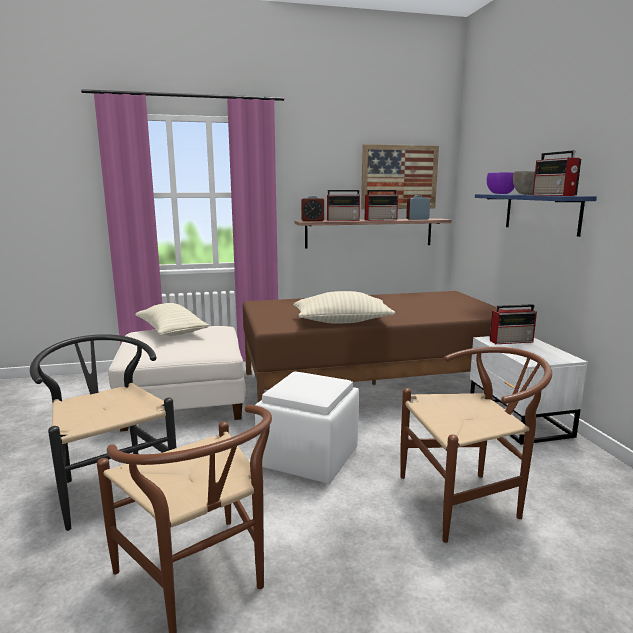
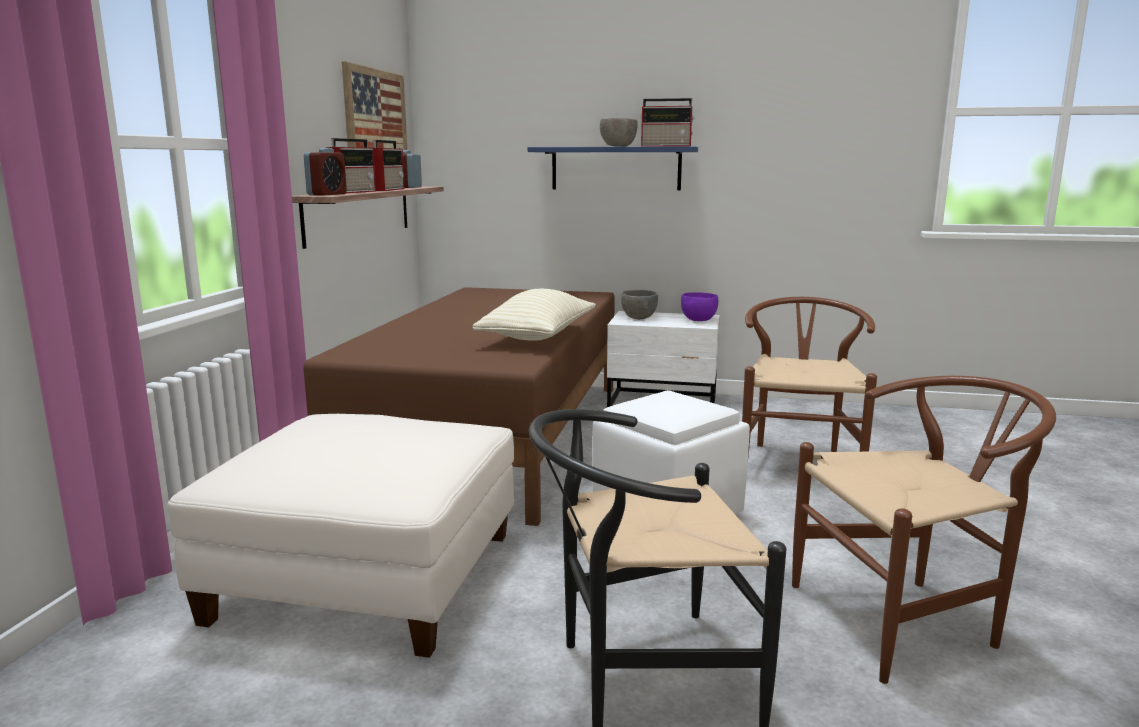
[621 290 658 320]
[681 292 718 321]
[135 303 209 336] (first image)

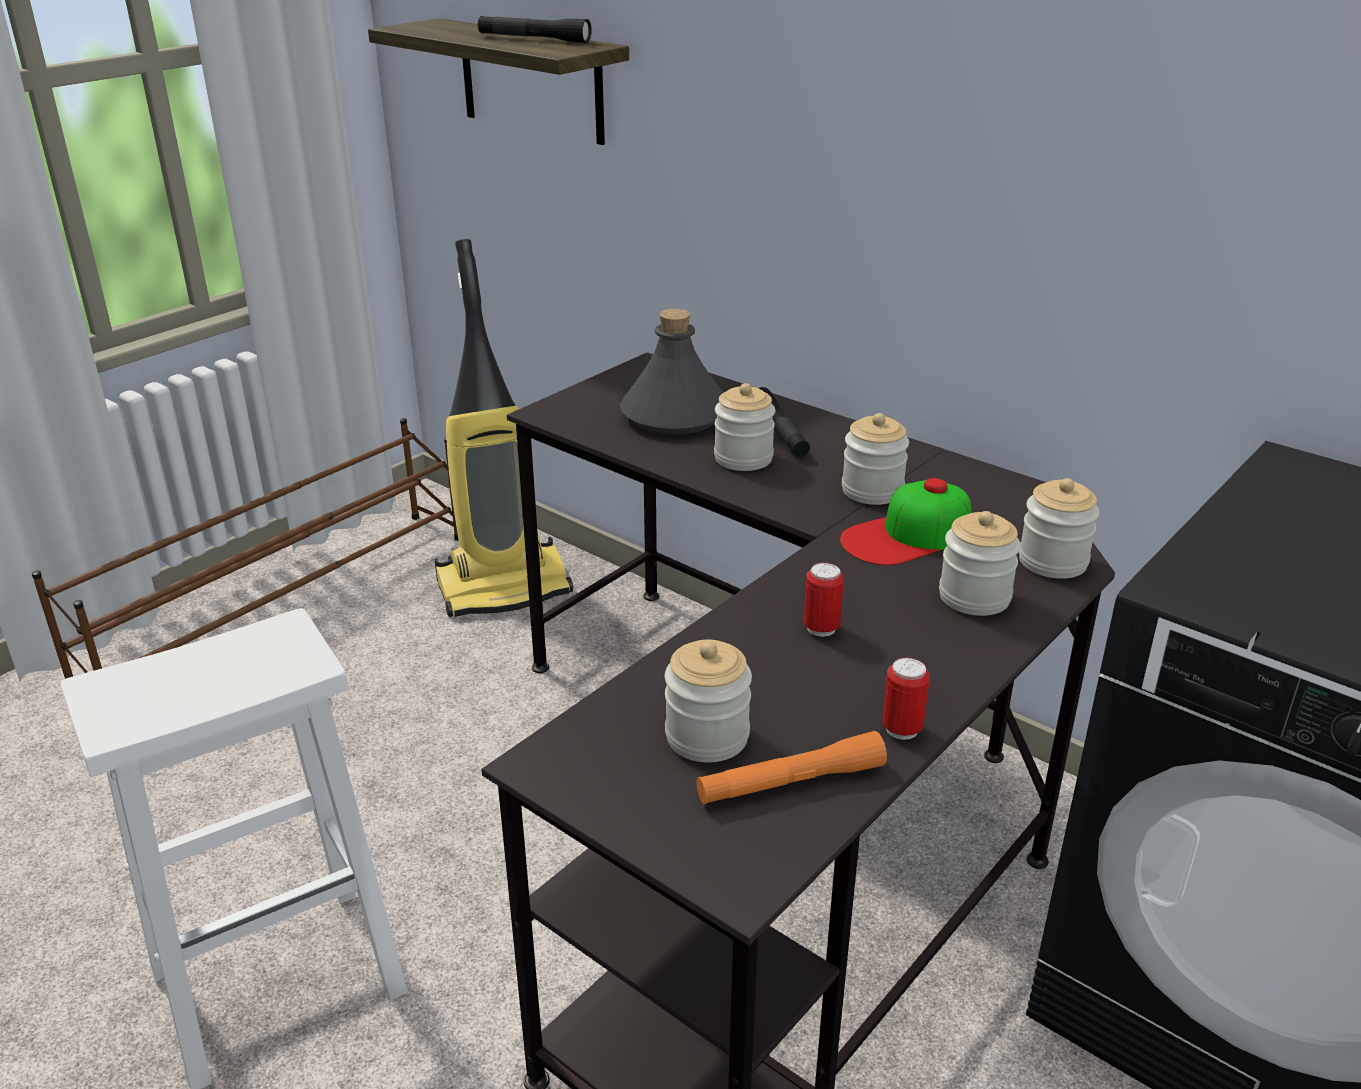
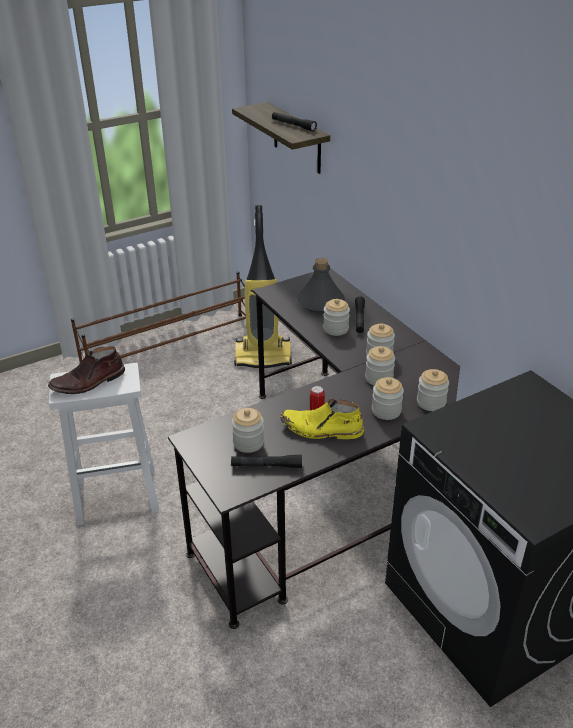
[48 346 125 394]
[231 455 302 468]
[281 398 364 439]
[365 346 395 385]
[882 657 930 740] (first image)

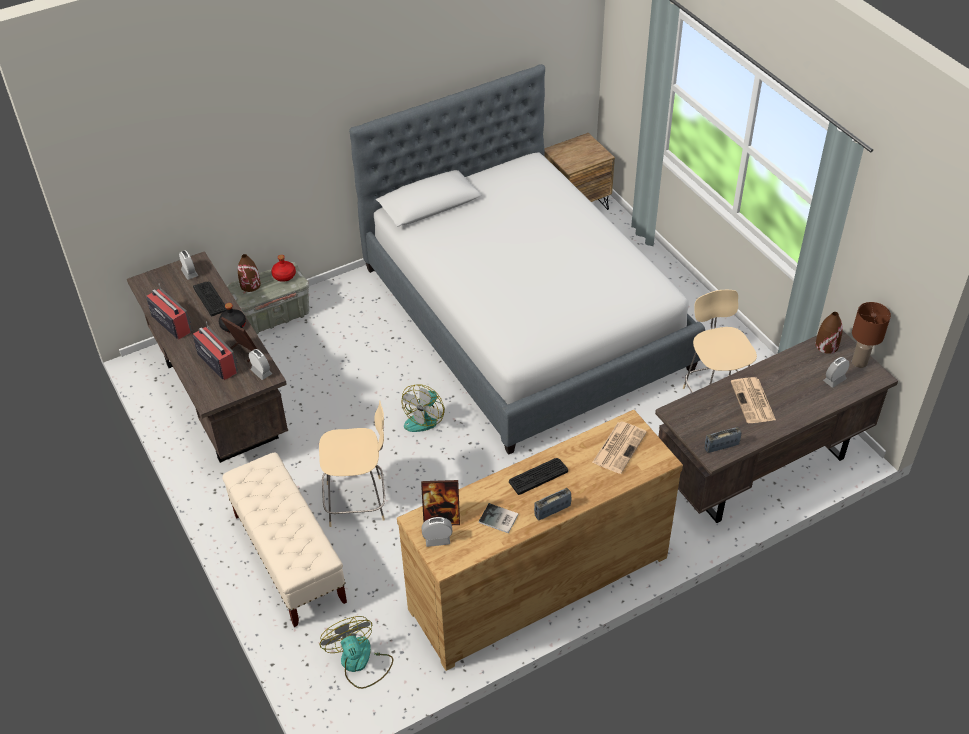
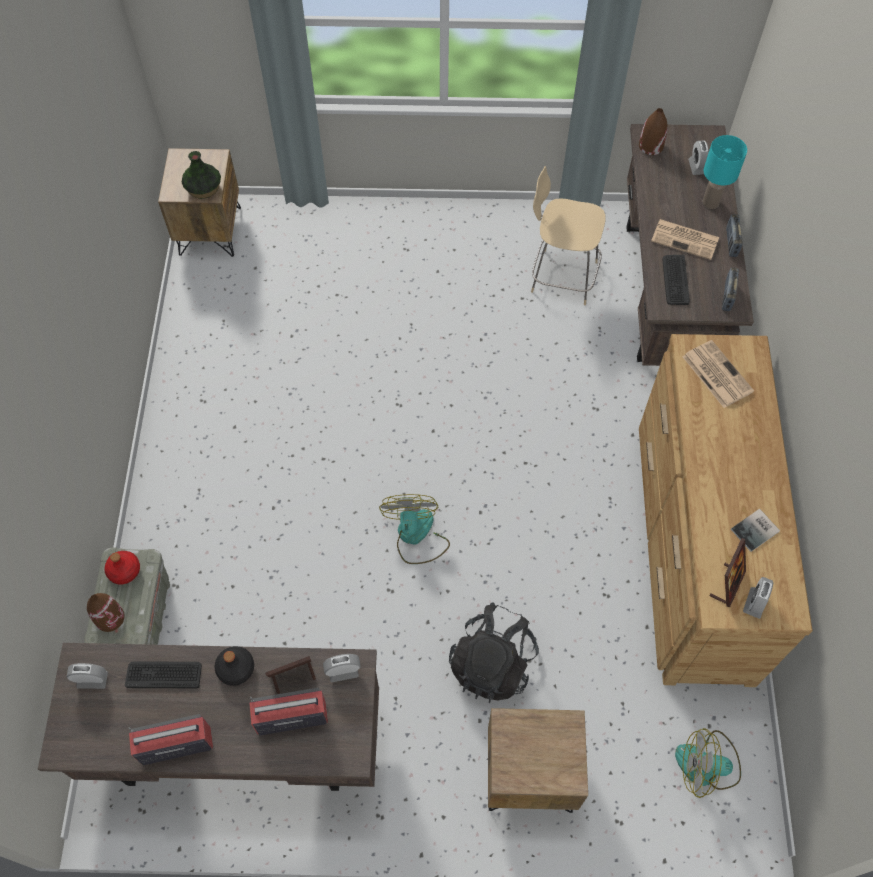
[181 151 221 199]
[379 494 450 564]
[449 602 539 703]
[488 708 588 813]
[662 255 690 305]
[703 135 747 209]
[726 214 743 257]
[349 64 705 455] (first image)
[852 302 891 368] (first image)

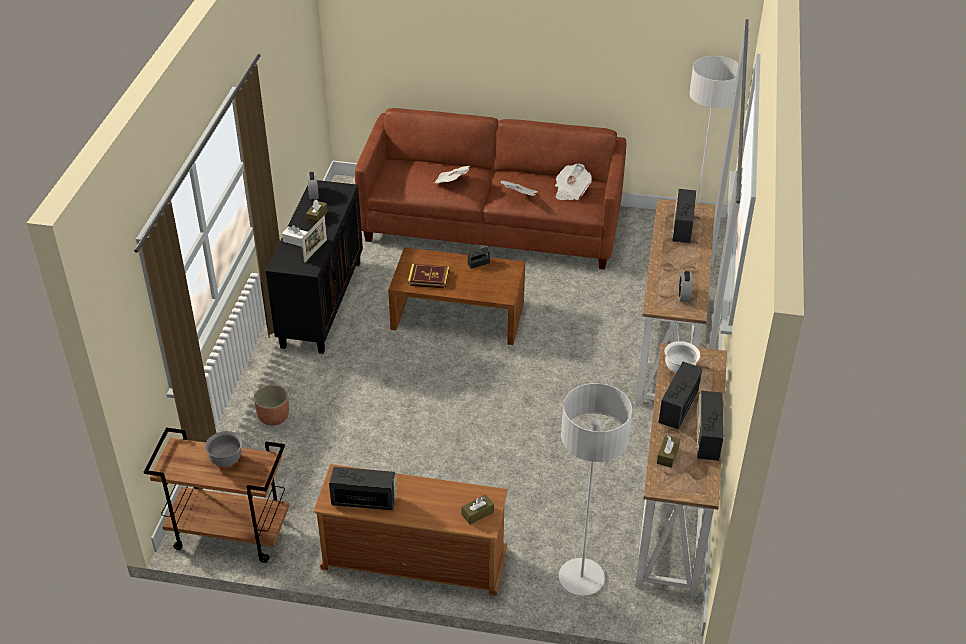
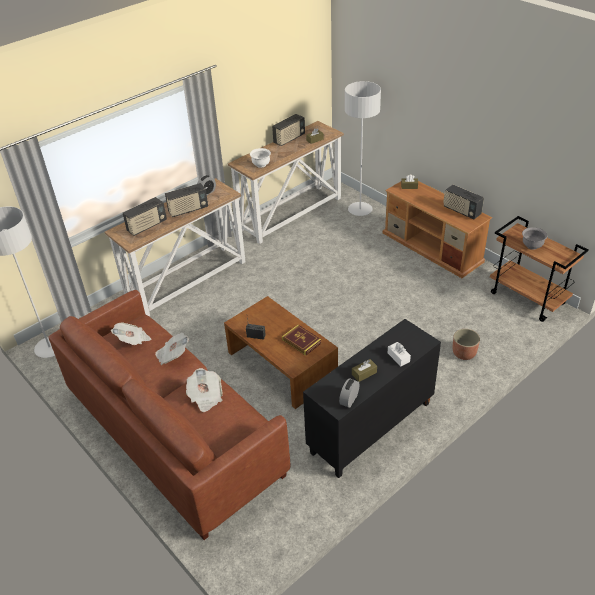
[165 183 208 217]
[301 216 327 263] (first image)

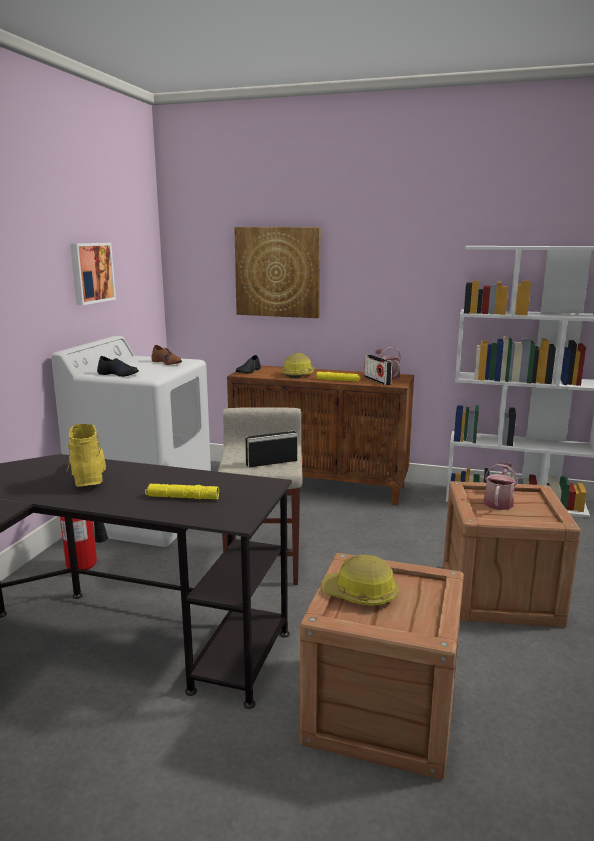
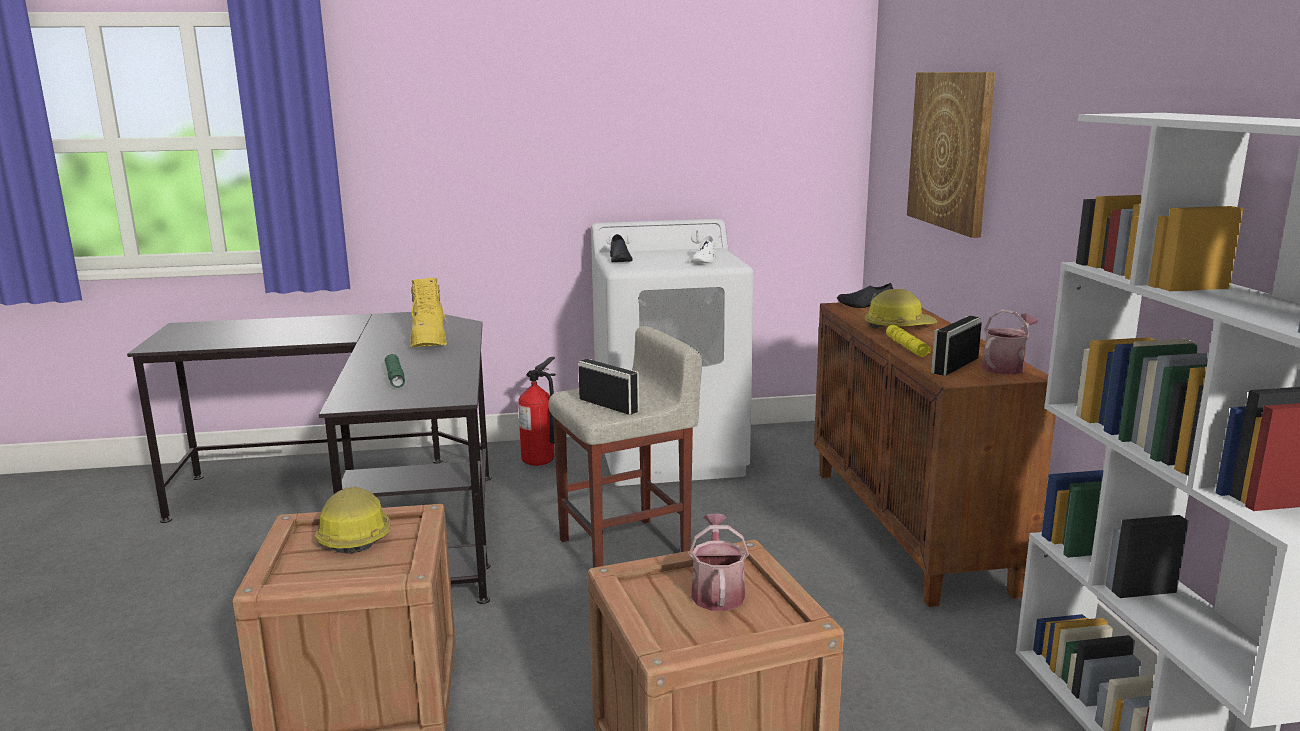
[385 354 405 388]
[410 277 448 348]
[689 513 749 611]
[691 235 716 263]
[70 243 116 305] (first image)

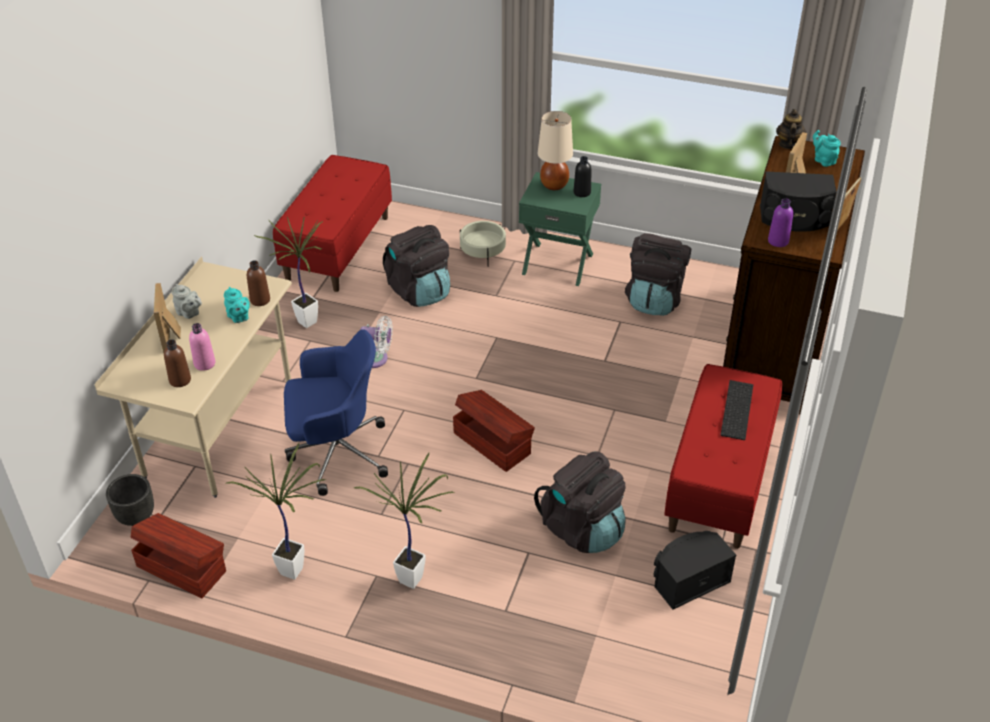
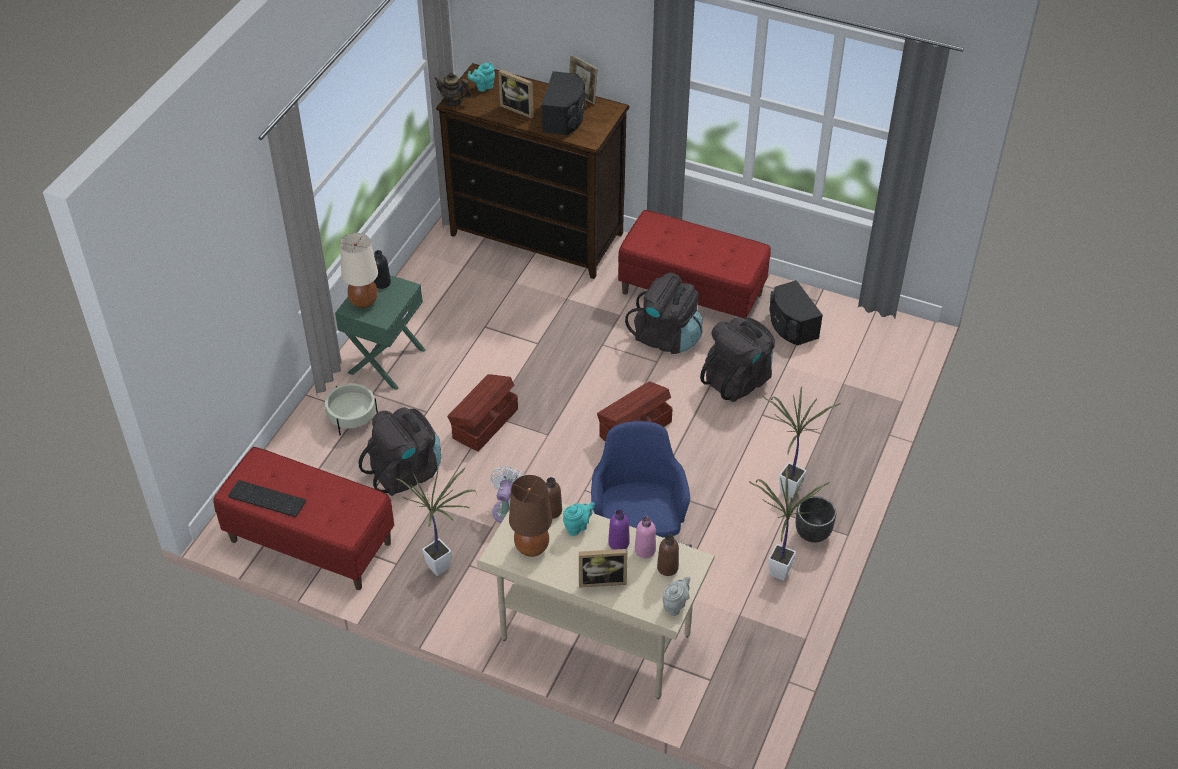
[228 480 306 517]
[447 374 518 452]
[509 475 552 557]
[608 509 630 550]
[625 272 703 354]
[663 577 691 616]
[796 496 836 542]

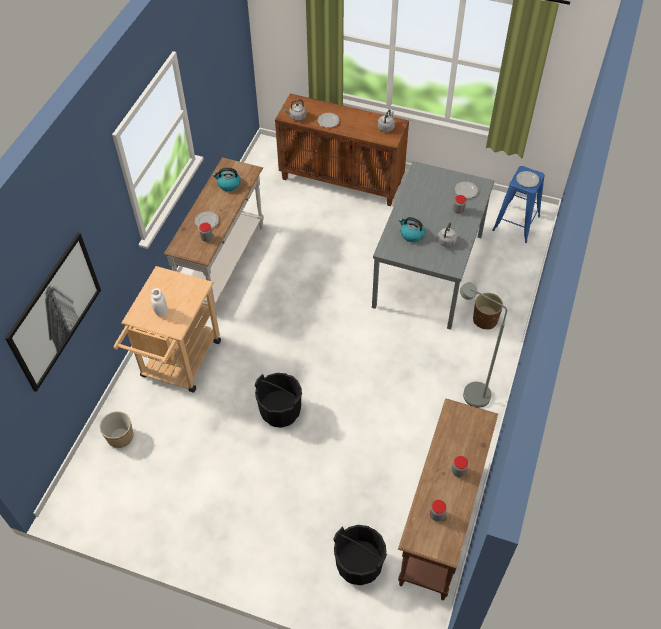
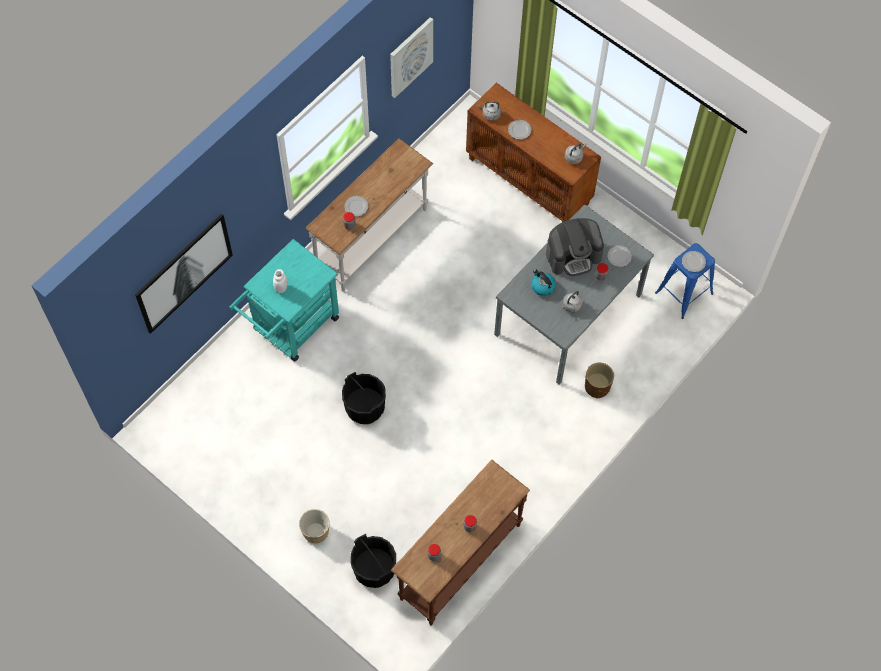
[229 239 339 362]
[299 509 330 543]
[390 17 433 98]
[546 218 604 276]
[213 167 241 191] (first image)
[460 282 507 408] (first image)

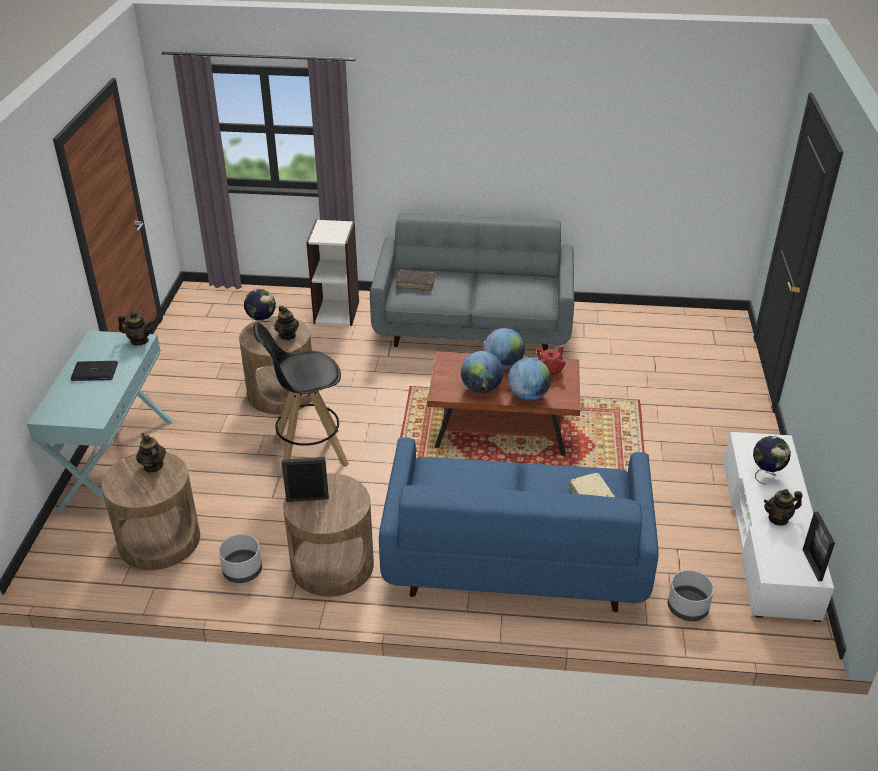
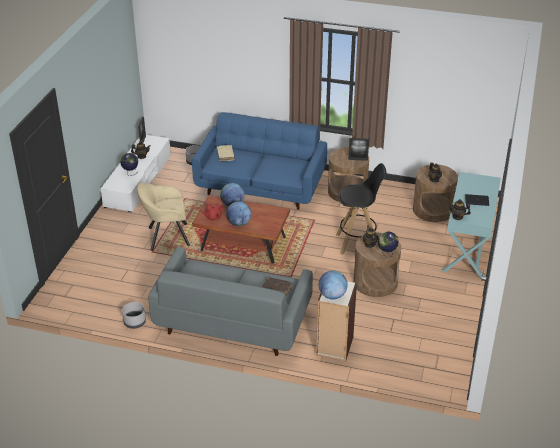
[122 302 146 329]
[137 183 190 251]
[319 270 348 299]

